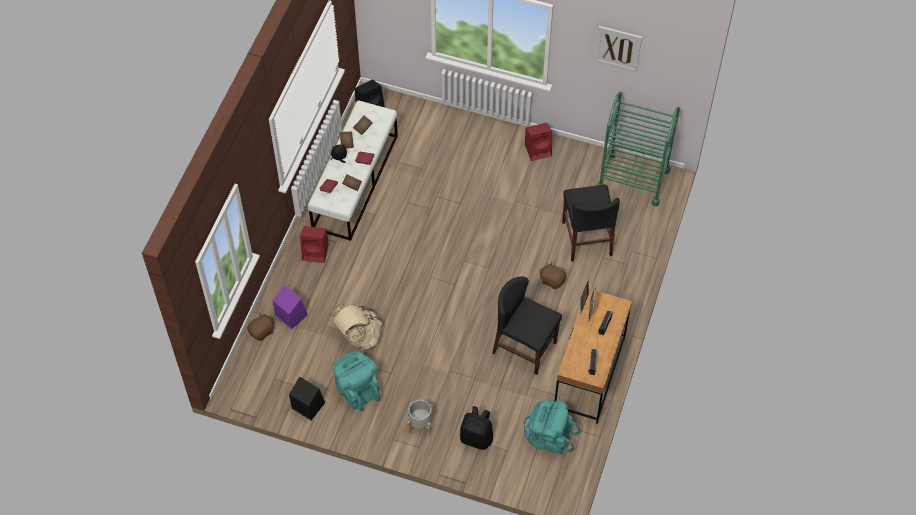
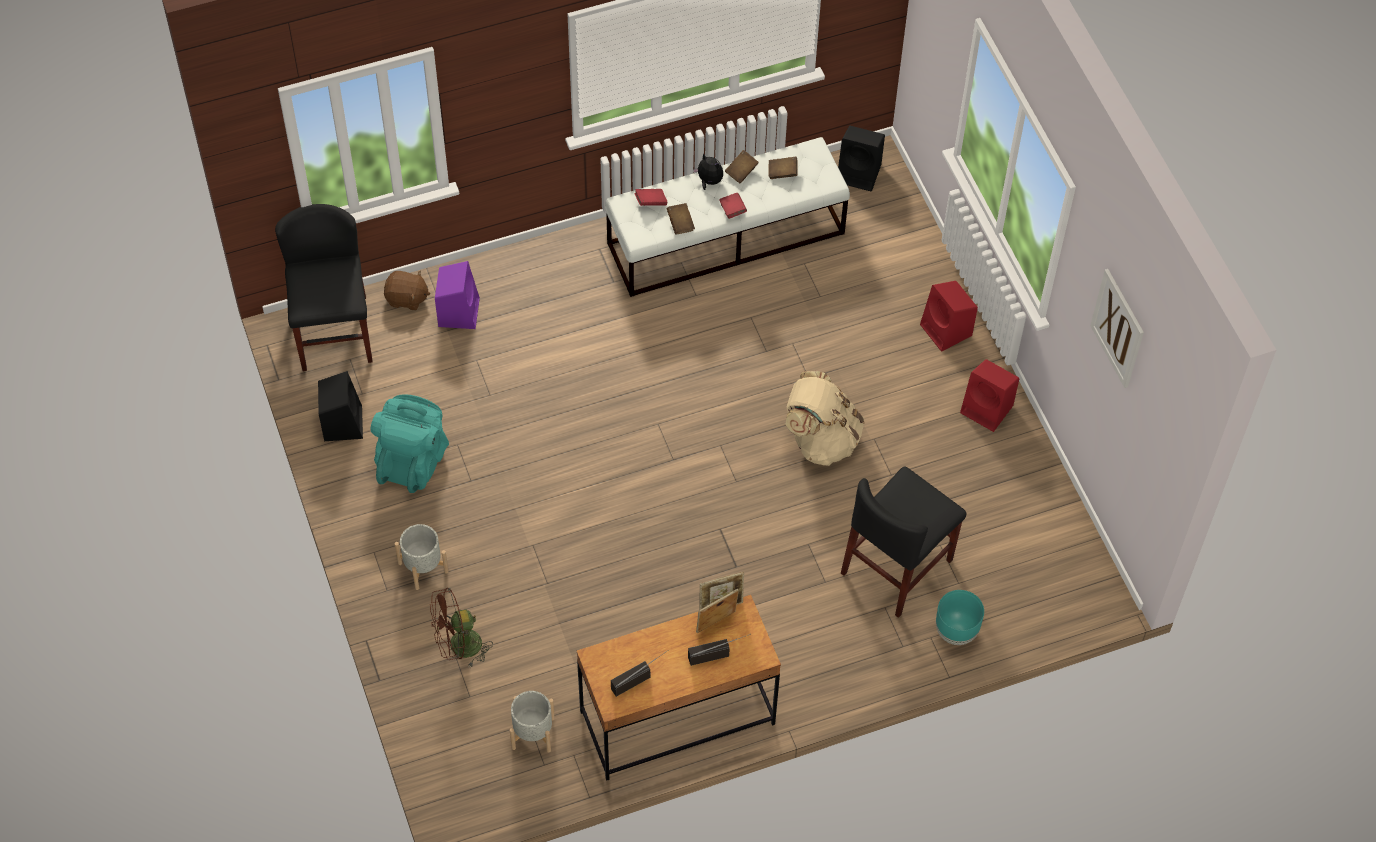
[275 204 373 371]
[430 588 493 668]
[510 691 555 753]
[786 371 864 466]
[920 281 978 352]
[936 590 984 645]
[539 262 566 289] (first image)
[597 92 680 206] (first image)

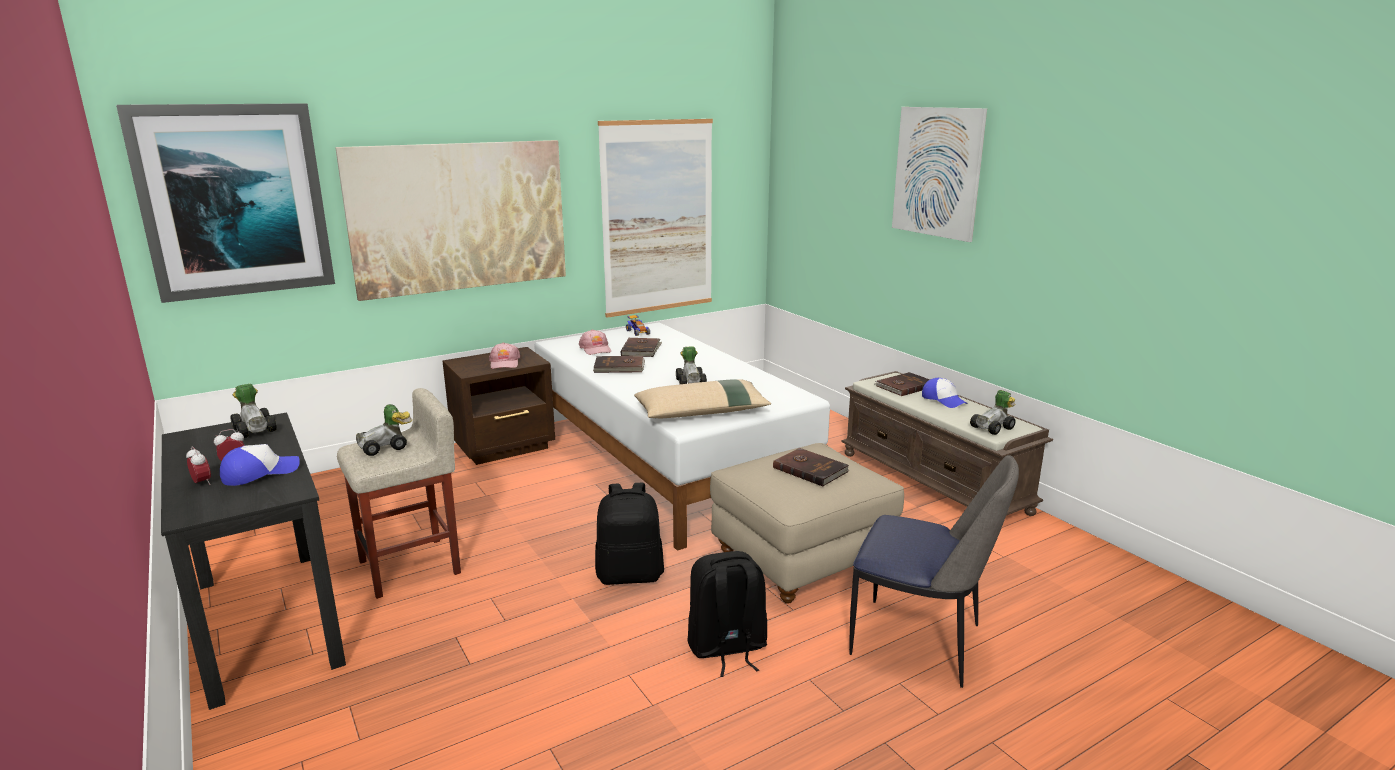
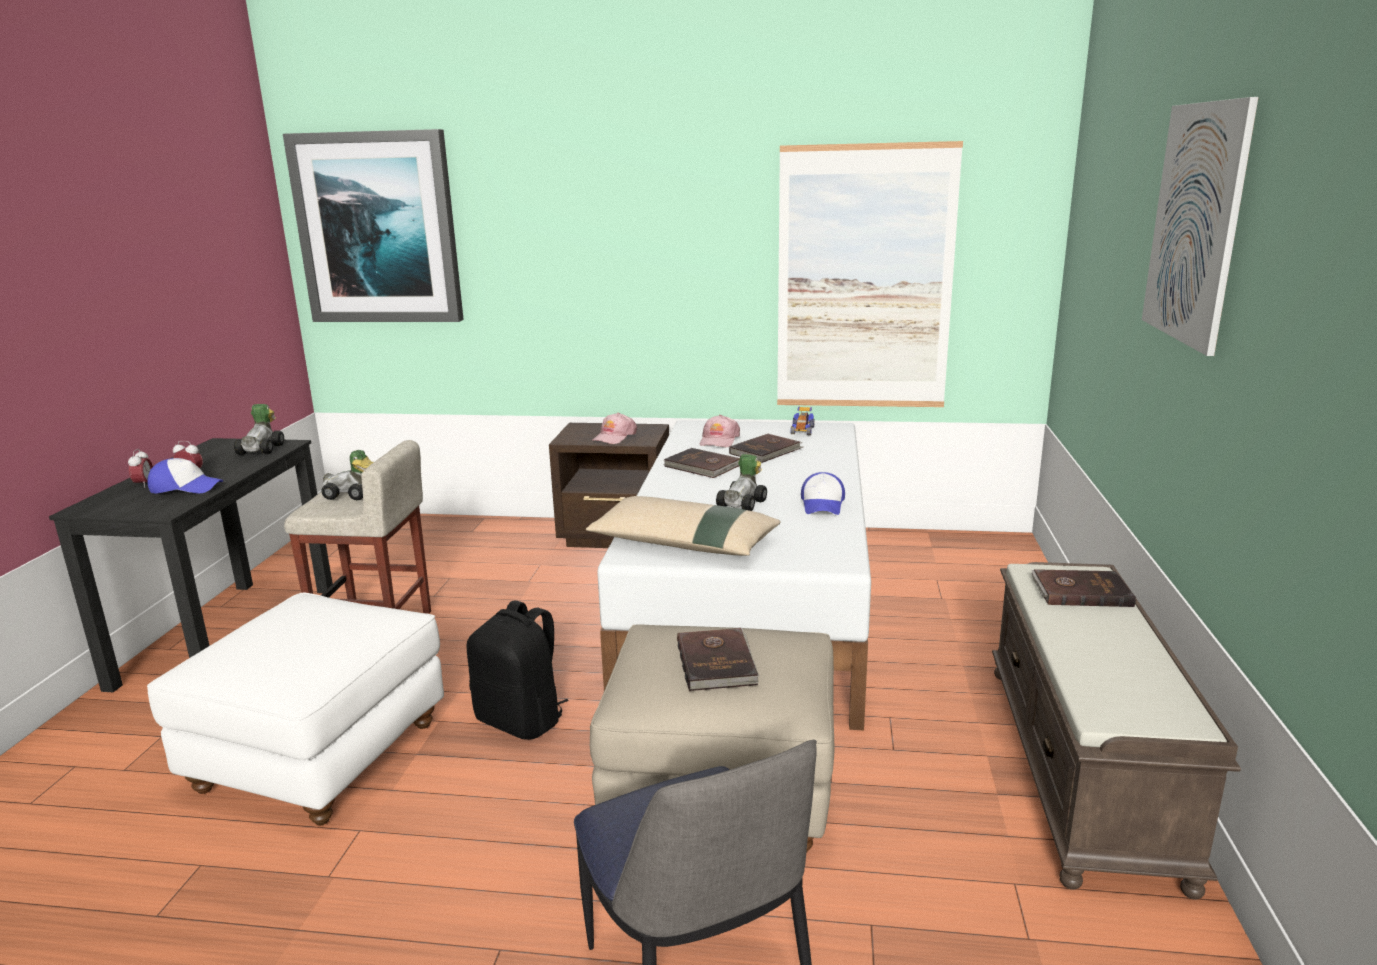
[147 593 444 826]
[801 472 845 515]
[335 140 566 301] (first image)
[687 551 767 677] (first image)
[970 390 1016 435] (first image)

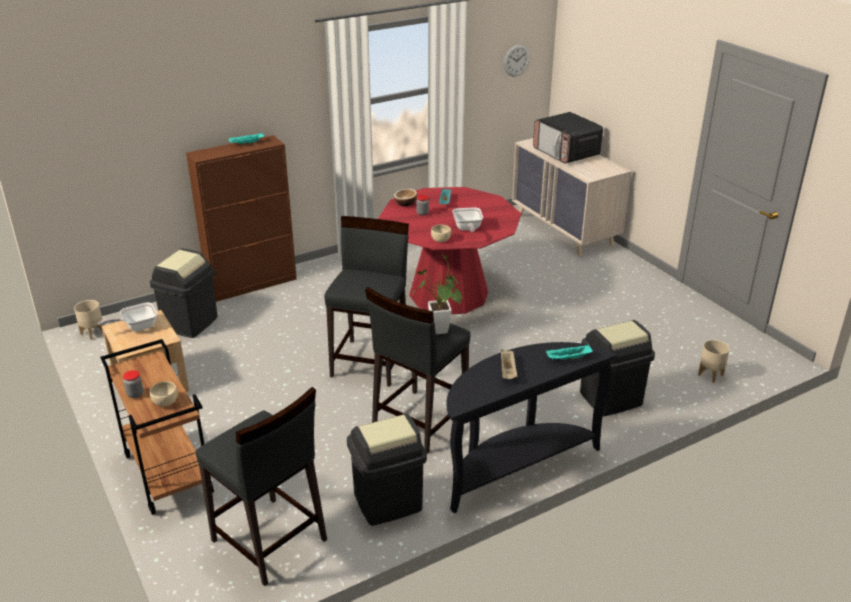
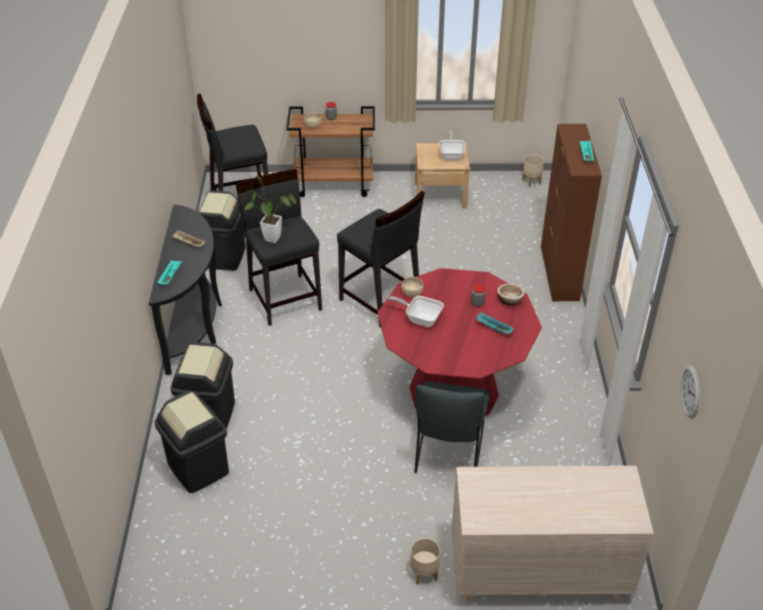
[155 390 229 493]
[410 538 440 585]
[415 382 489 473]
[533 112 603 164] (first image)

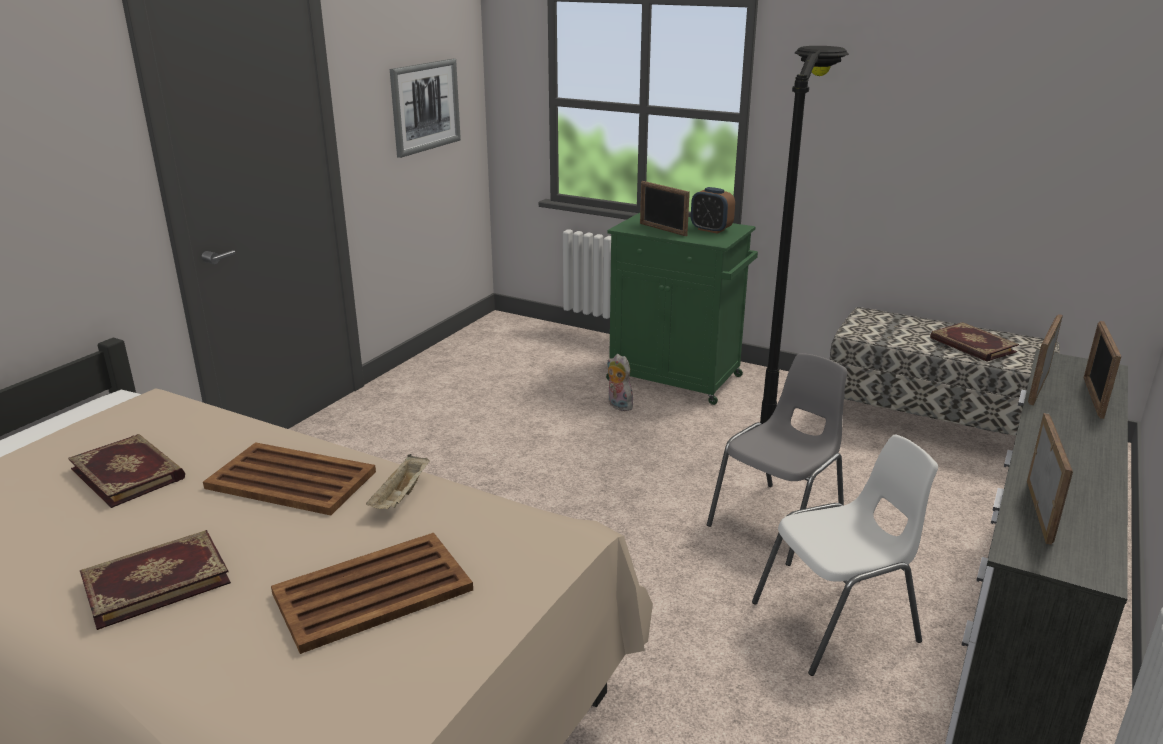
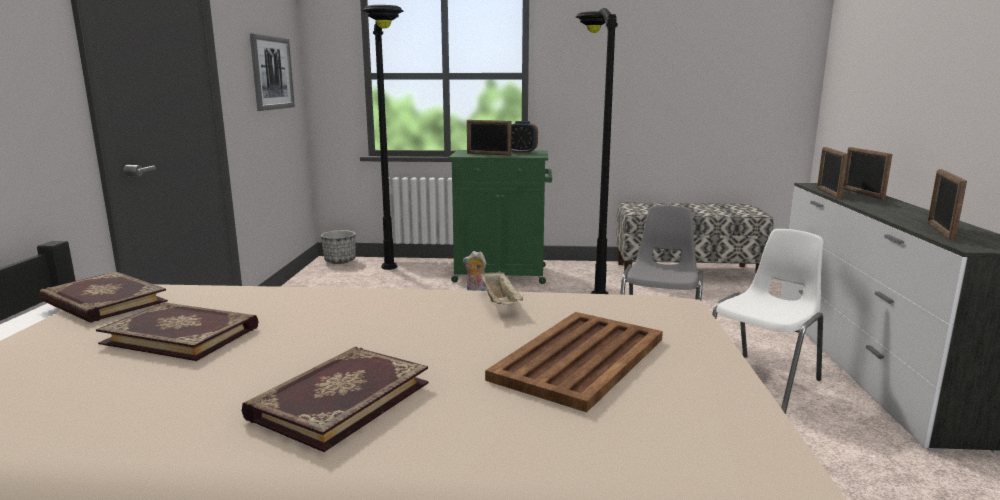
[39 271 168 322]
[321 230 356 264]
[362 5 404 270]
[927 169 967 242]
[203 442 376 515] (first image)

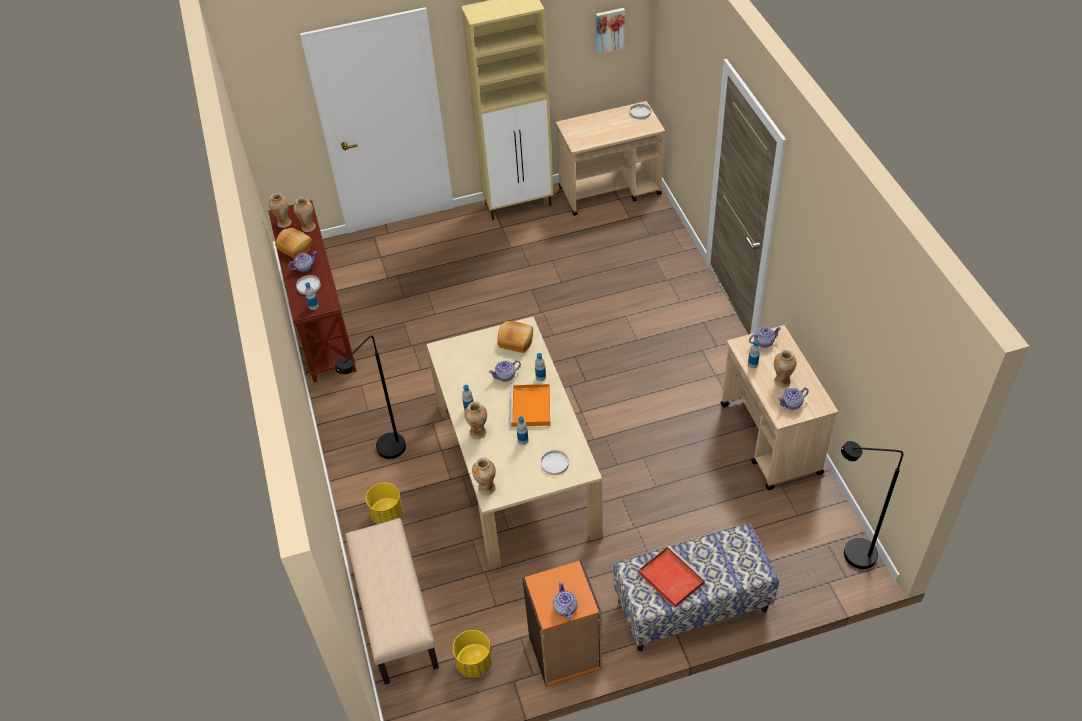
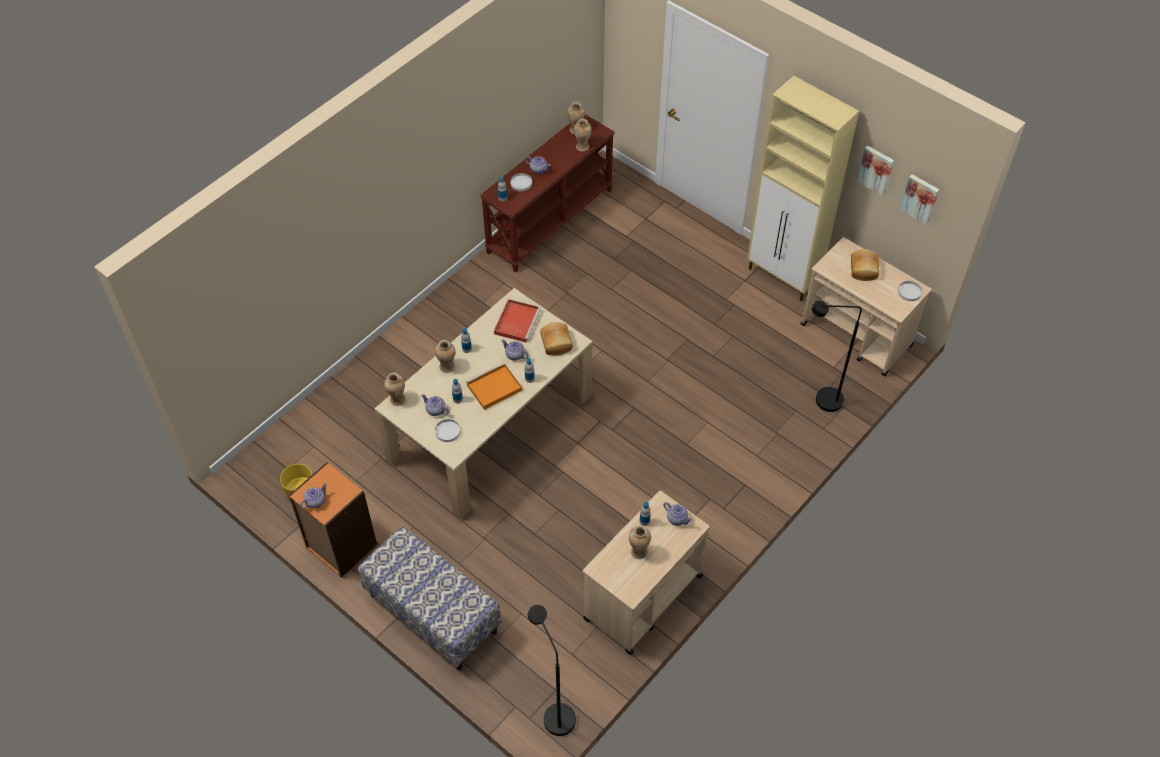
[421 394 449 416]
[494 299 541 343]
[812 301 862 412]
[851 249 879 281]
[857 145 894 196]
[345 518 439 685] (first image)
[366 483 403 524] (first image)

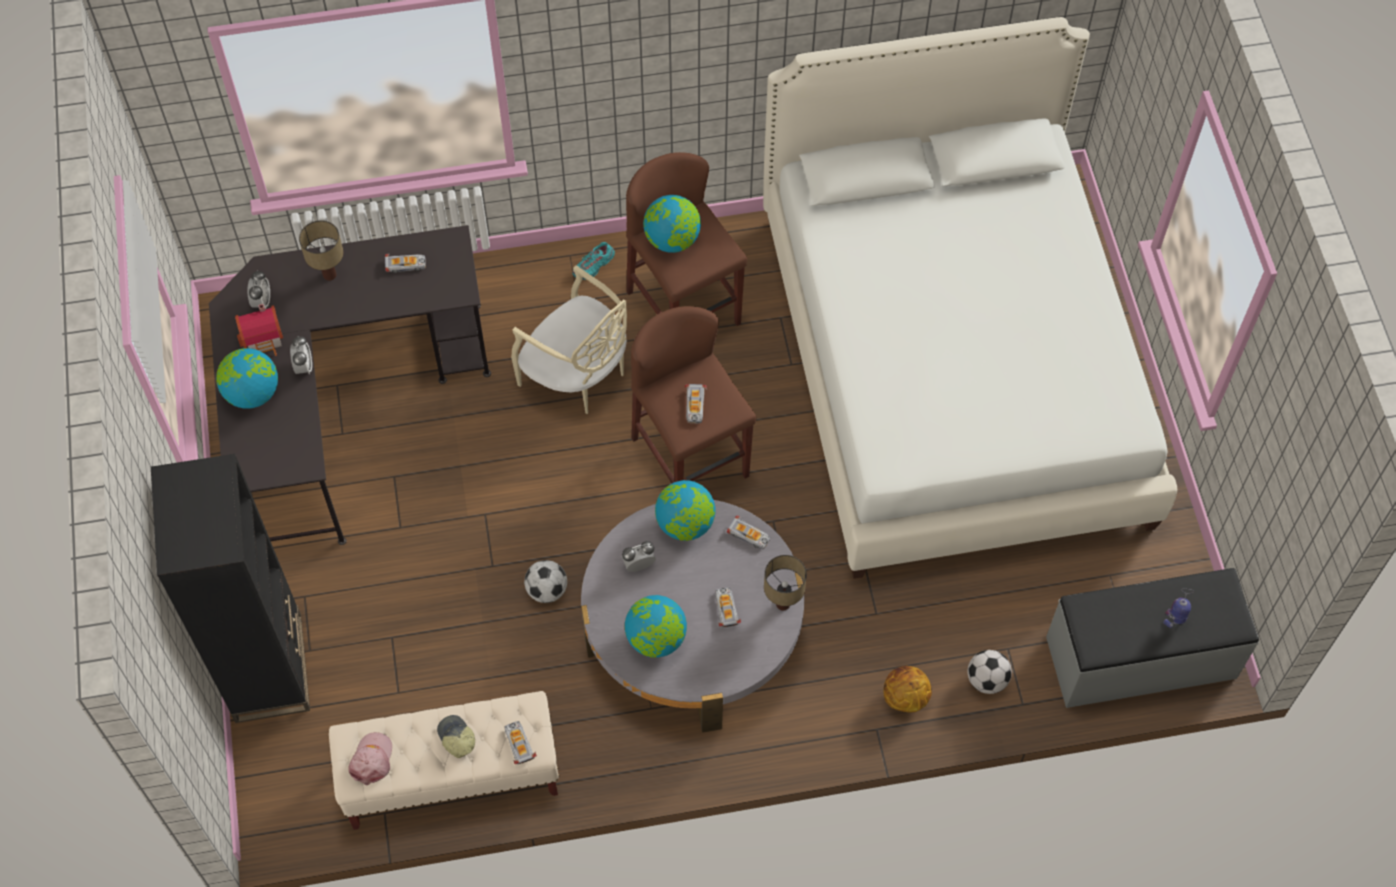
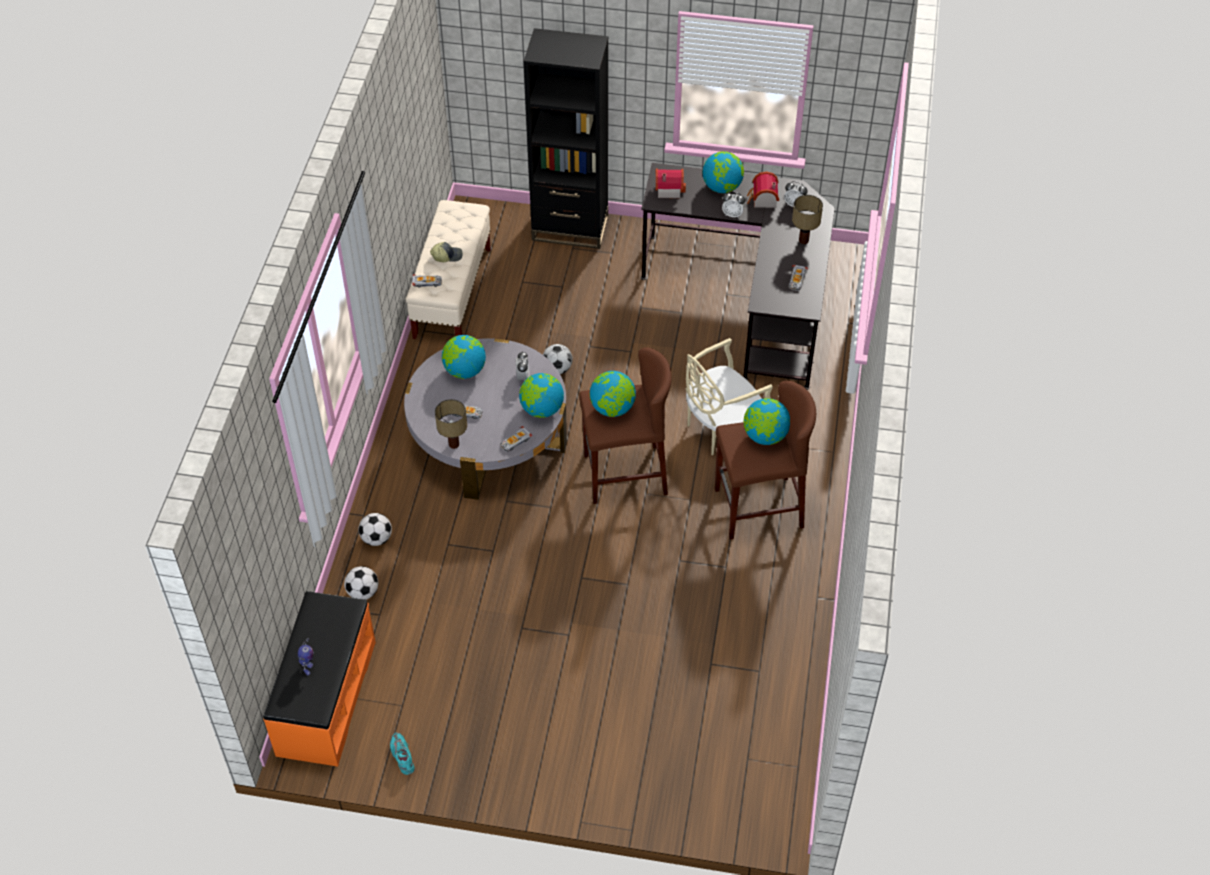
[263 591 376 767]
[358 513 392 546]
[390 732 415 775]
[590 371 636 417]
[655 168 686 198]
[348 732 392 785] (first image)
[763 17 1177 579] (first image)

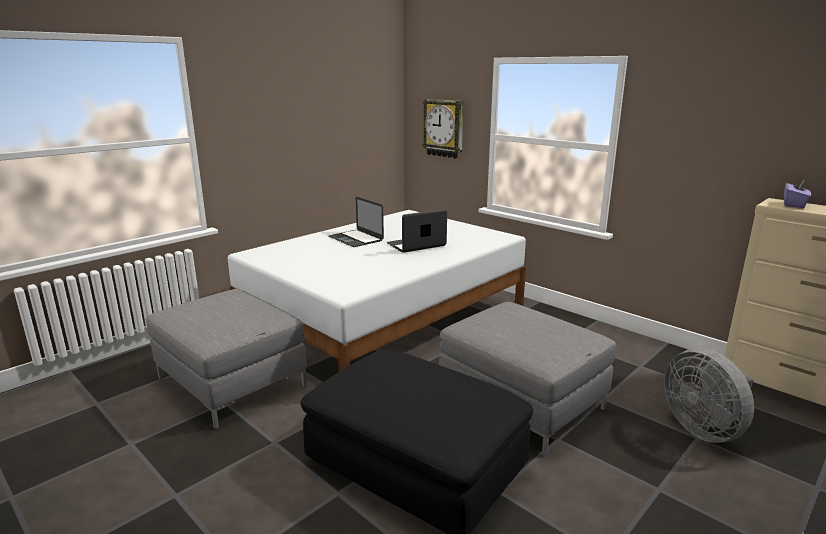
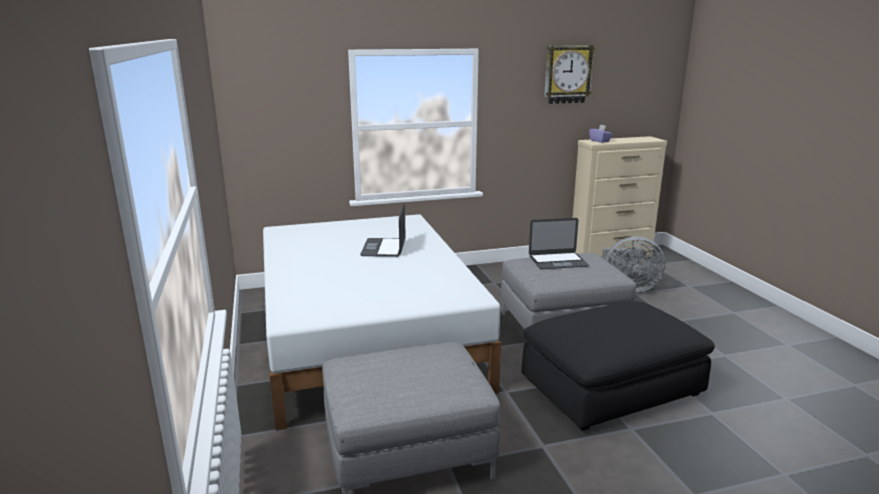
[529 218 589 269]
[544 45 595 104]

